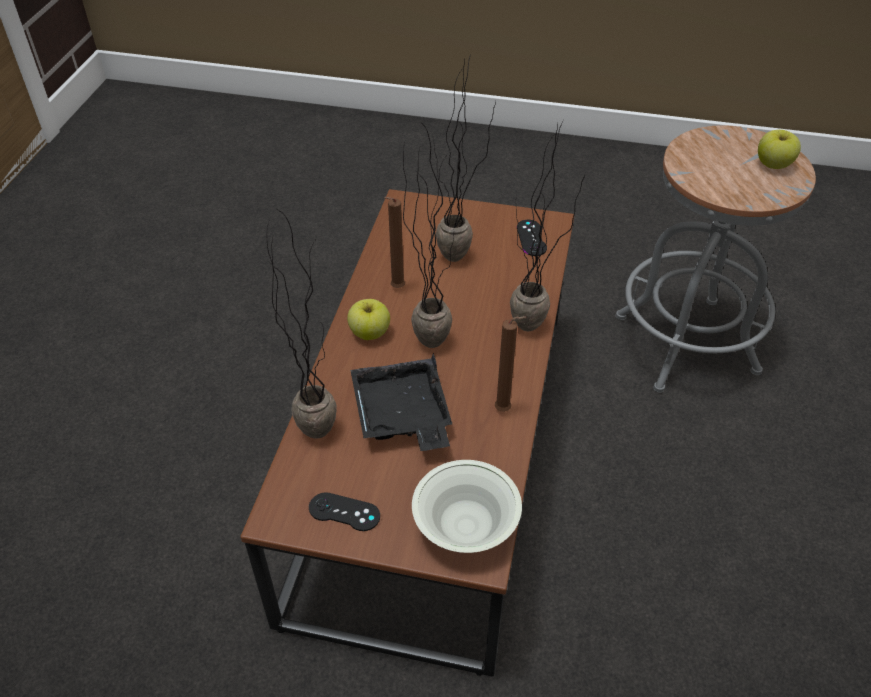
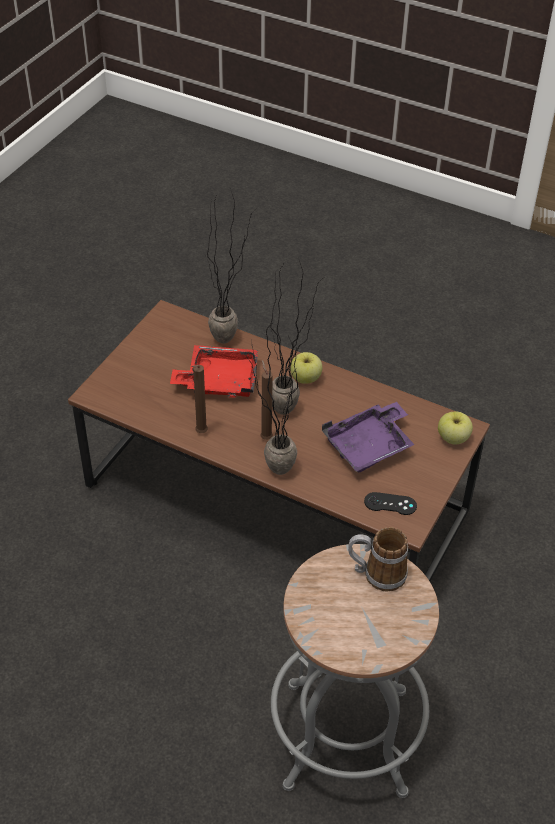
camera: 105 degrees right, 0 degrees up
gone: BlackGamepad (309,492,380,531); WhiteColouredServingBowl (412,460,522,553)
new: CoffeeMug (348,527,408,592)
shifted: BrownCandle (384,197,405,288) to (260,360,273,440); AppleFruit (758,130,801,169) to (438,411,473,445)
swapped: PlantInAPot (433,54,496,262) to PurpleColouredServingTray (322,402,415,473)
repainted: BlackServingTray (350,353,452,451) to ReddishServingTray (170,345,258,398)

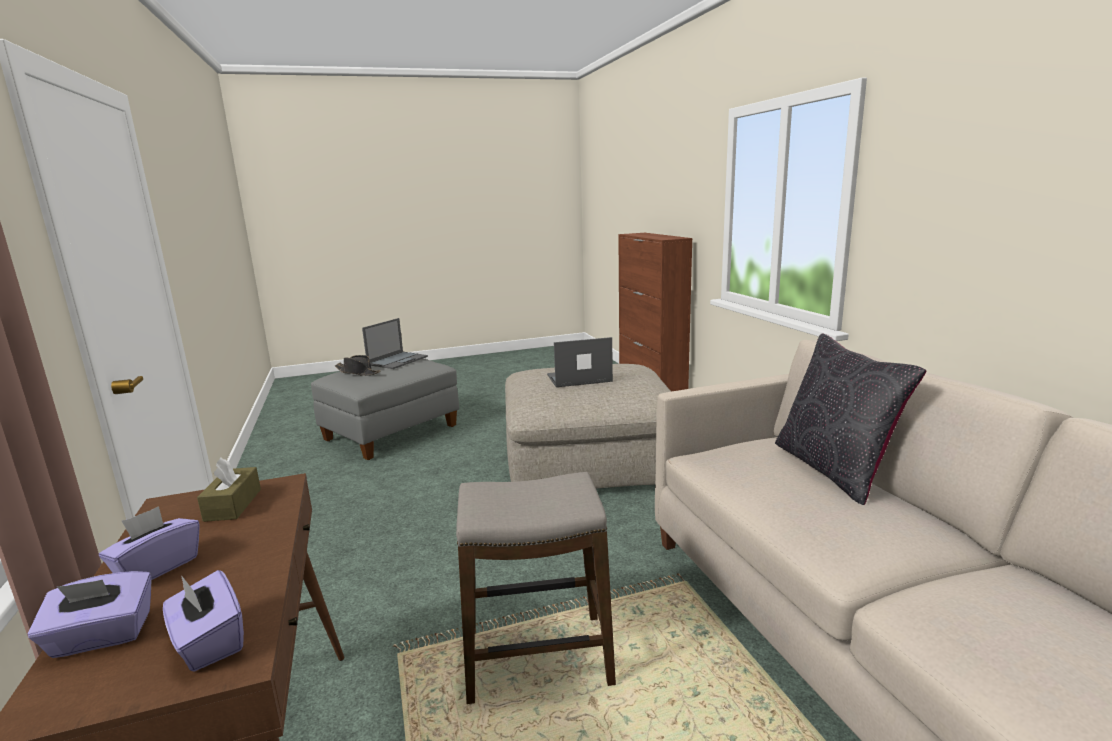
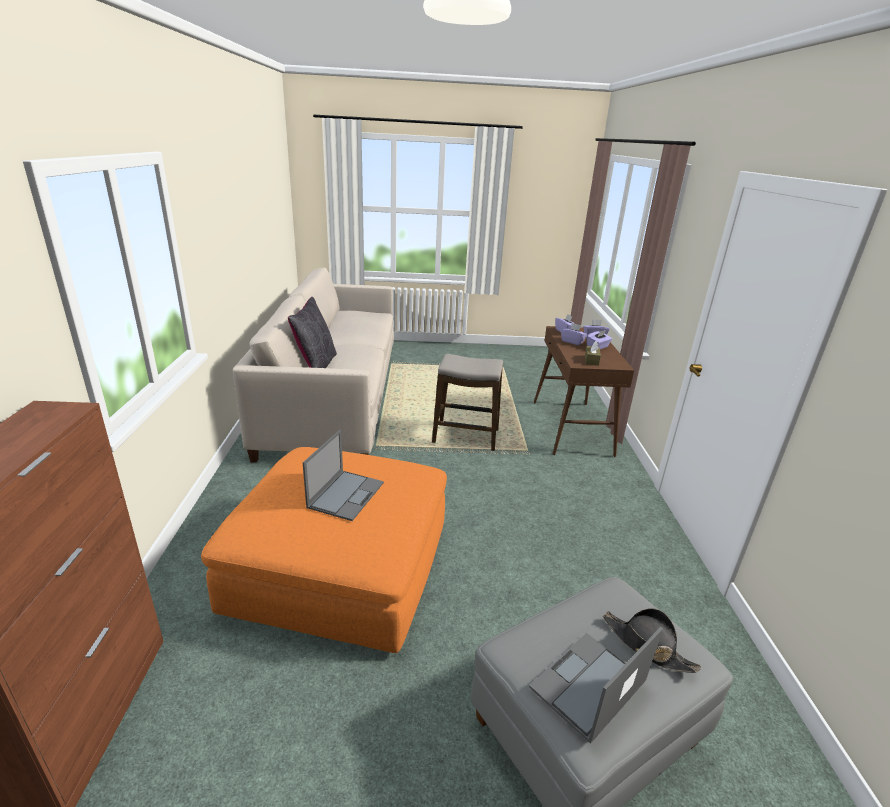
camera: 165 degrees left, 10 degrees up
new: PurpleColouredTissueBox (561,323,587,345)
repainted: SandColouredOttoman (505,364,671,488) to OrangeOttoman (201,447,447,653)
rotated: NotebookComputer (547,337,613,387) = (303,430,384,521) 75 degrees counterclockwise

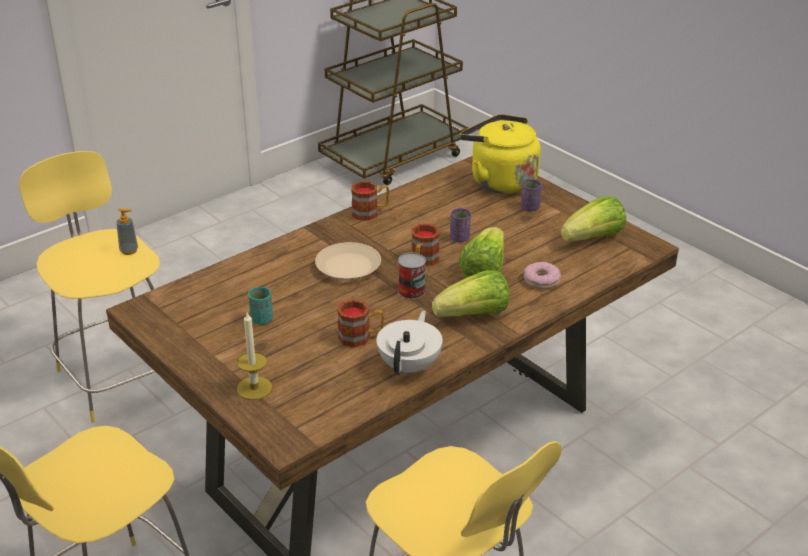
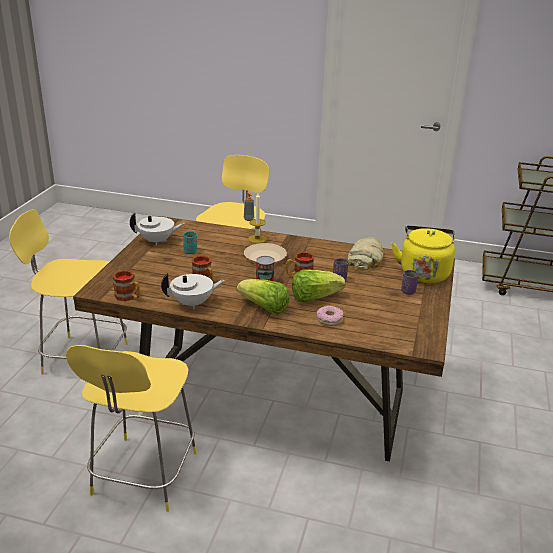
camera: 55 degrees right, 5 degrees down
gone: Lettuce (560,196,626,242)
new: WhiteColouredTeaPot (130,213,185,246); BakeryBread (347,237,384,270)
shifted: Candle (237,312,272,400) to (248,193,267,243); CoffeeMug (351,181,389,220) to (113,270,140,301)

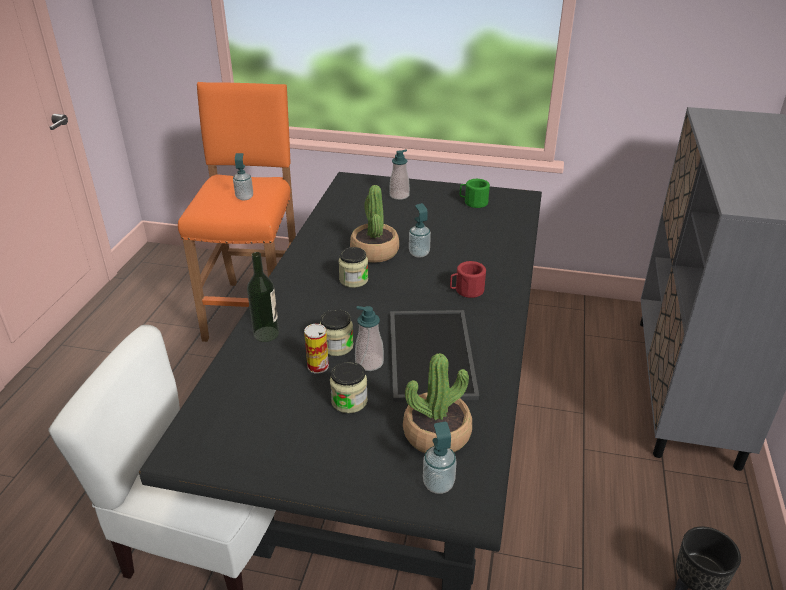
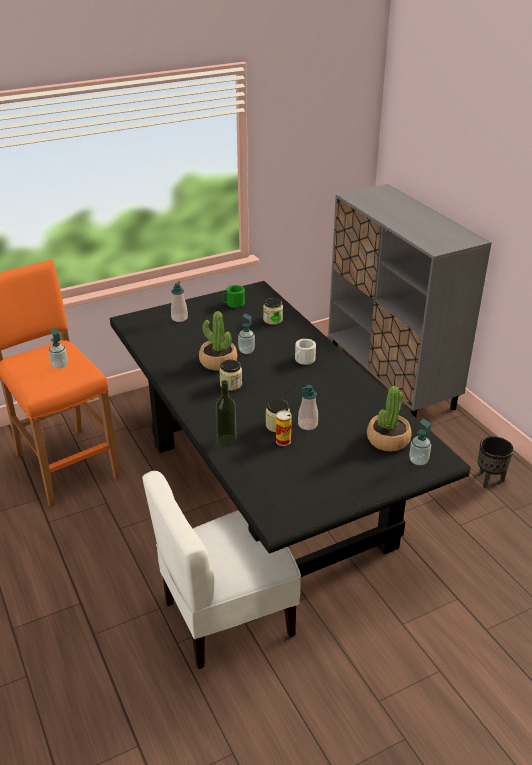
camera: 40 degrees left, 0 degrees up
gone: ServingTray (390,310,479,402)
shifted: StorageJar (330,362,368,413) to (263,298,283,325)
repainted: ReddishCoffeeMug (450,261,486,298) to WhiteColouredCoffeeMug (295,339,316,365)

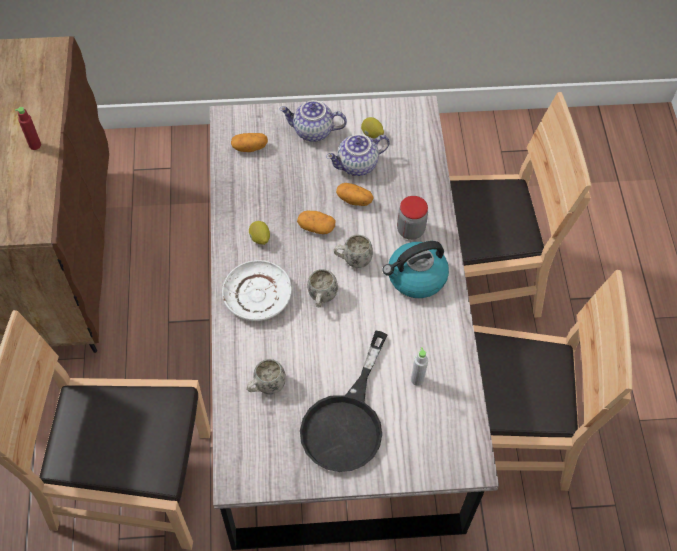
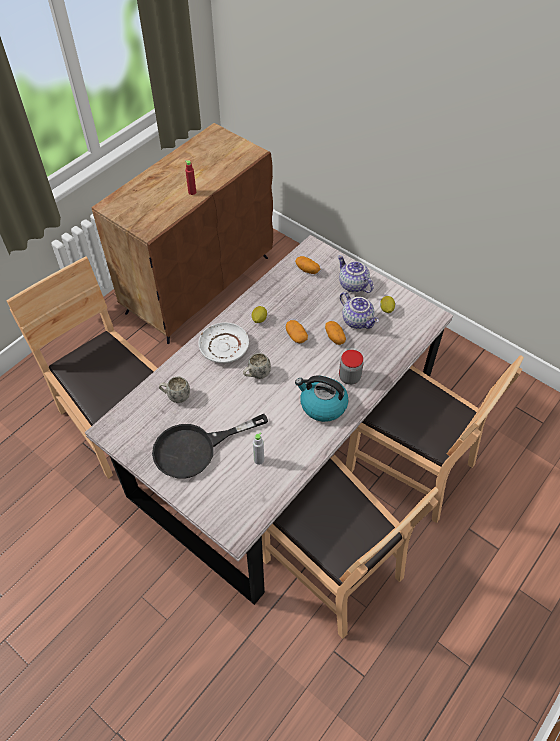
camera: 45 degrees right, 5 degrees down
gone: WhiteColouredCoffeeMug (334,235,373,268)
rotated: TeaPot (326,134,390,176) = (340,292,379,329) 150 degrees counterclockwise

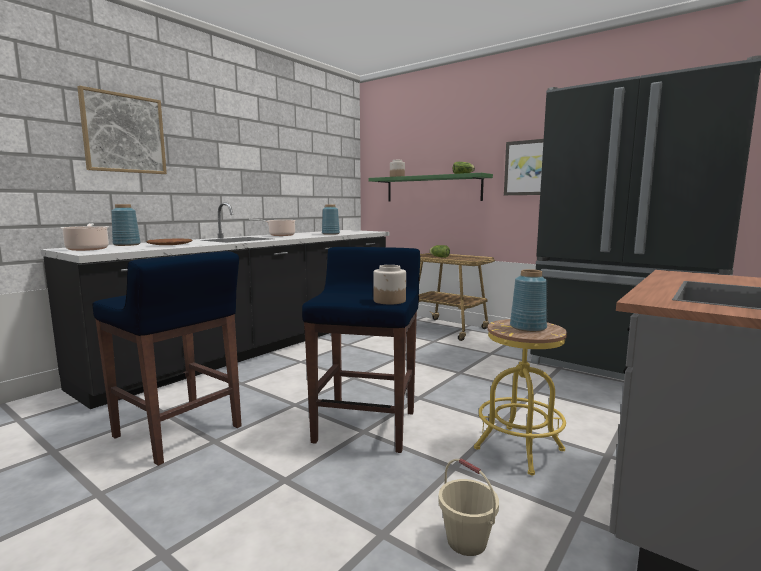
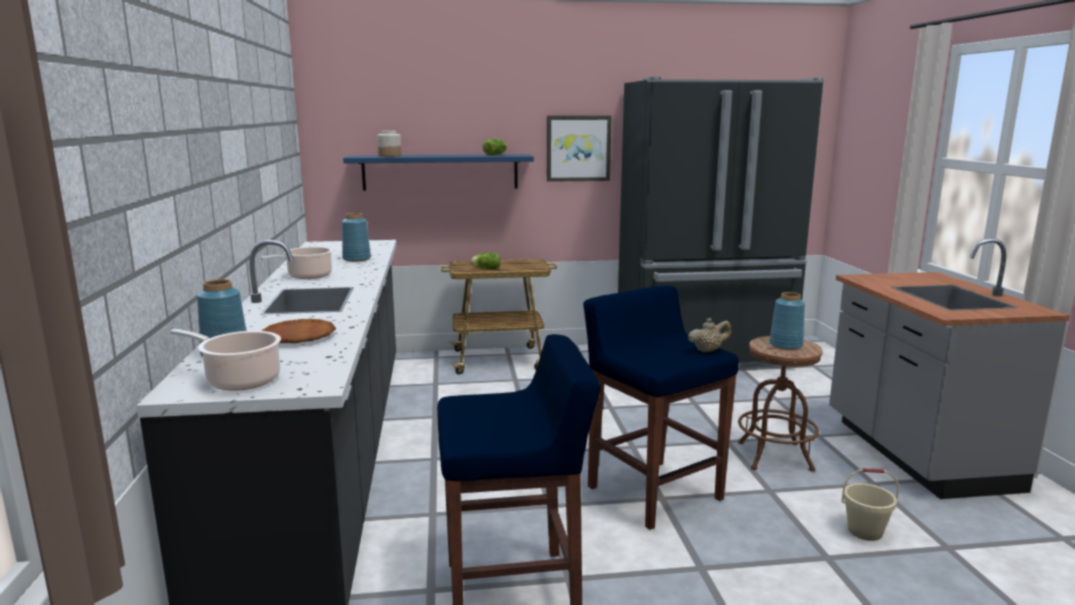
camera: 45 degrees left, 5 degrees up
gone: WallArt (77,86,167,174)
swapped: StorageJar (373,265,406,304) to SandColouredTeaPot (688,318,731,352)
repainted: GreenColouredShelf (368,173,493,202) to BluishShelf (343,154,534,191); YellowStoolSeat (474,319,567,475) to BrownStoolSeat (738,336,823,471)

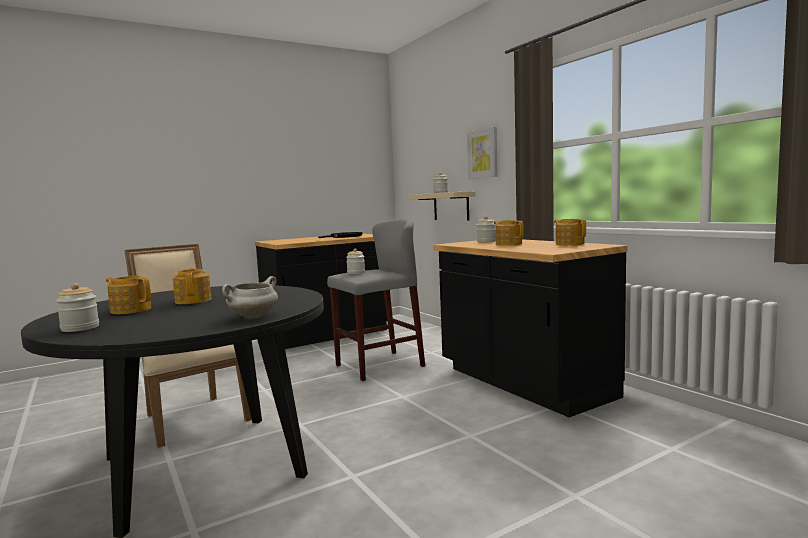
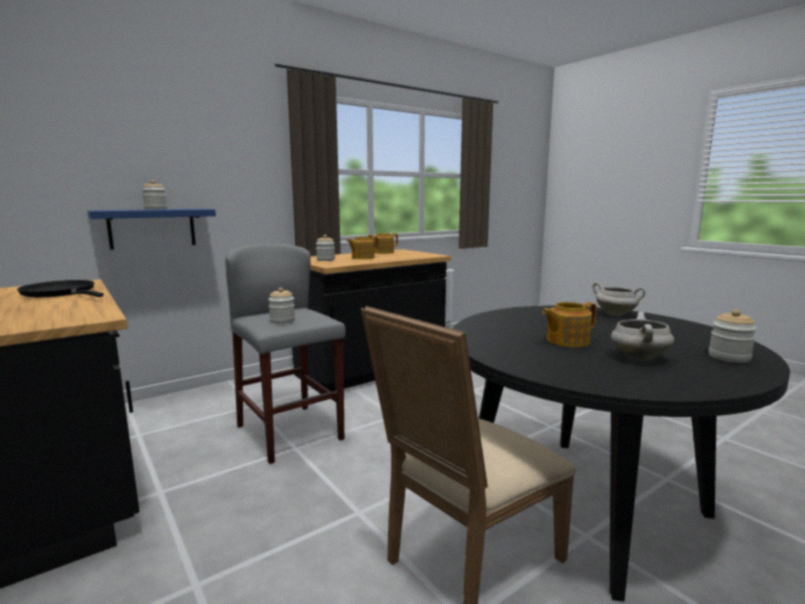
camera: 95 degrees left, 5 degrees up
gone: WallArt (467,126,498,179)
swapped: TeaPot (106,276,151,314) to WhiteColouredSaucepot (611,312,674,360)
repainted: SandColouredShelf (409,191,475,220) to BluishShelf (87,209,216,250)

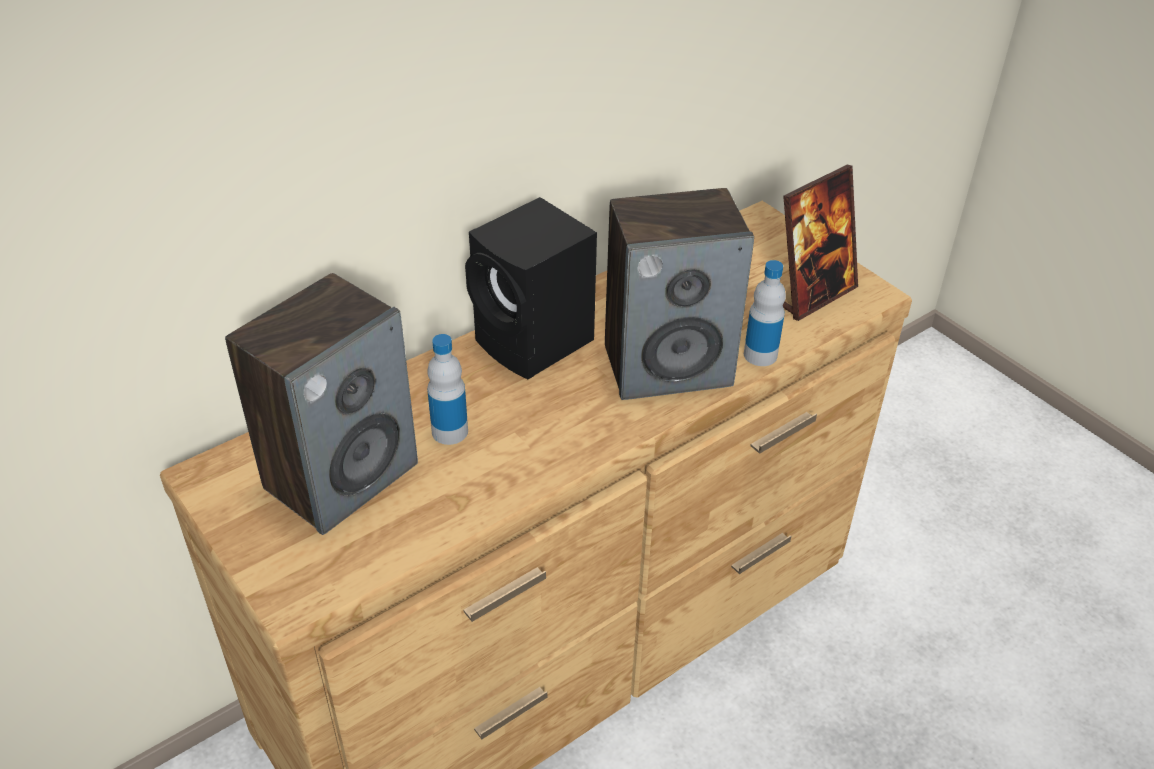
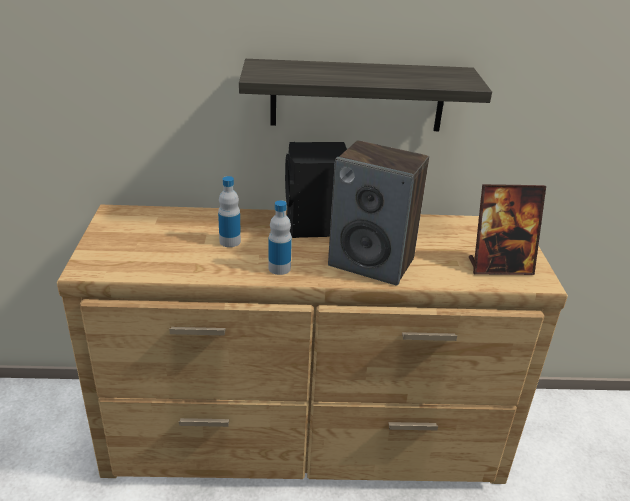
camera: 35 degrees right, 10 degrees down
gone: AudioSpeaker (225,273,418,535)
new: Shelf (239,59,492,131)
shifted: Bottle (744,260,786,366) to (268,200,292,275)

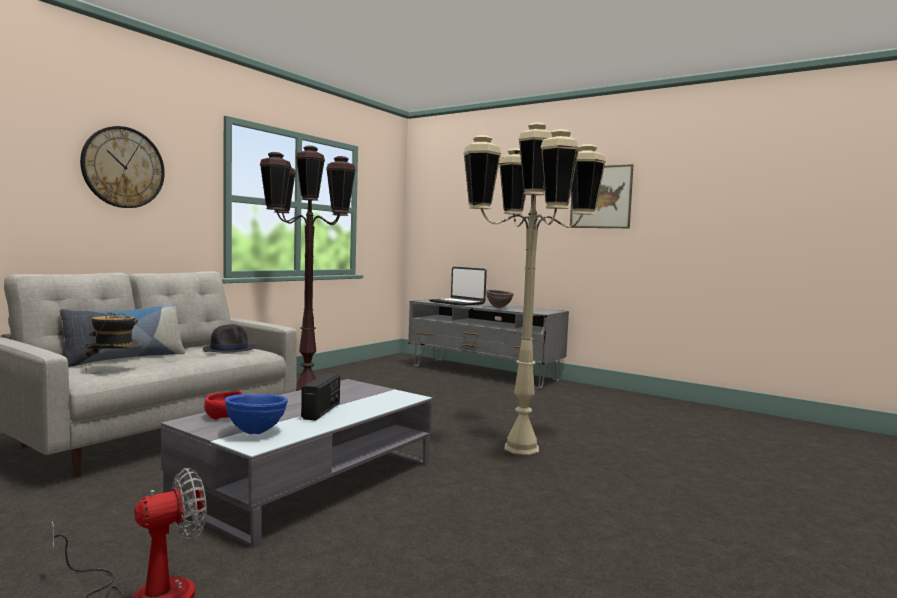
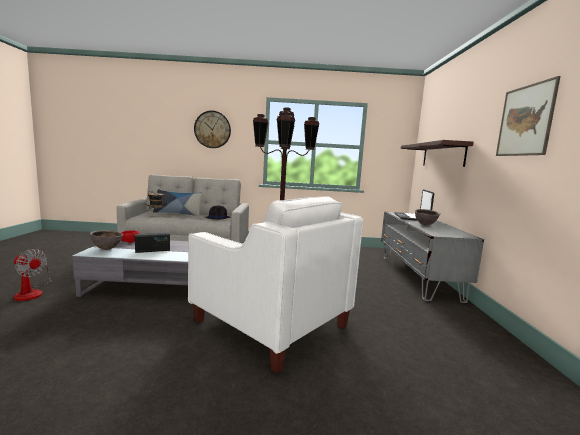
camera: 55 degrees right, 5 degrees up
new: Shelf (401,140,474,167)
swapped: SandColouredFloorLamp (463,122,606,455) to WhiteColouredEasyChair (188,196,363,374)
repainted: BluishServingBowl (225,394,288,434) to BrownServingBowl (90,230,123,250)

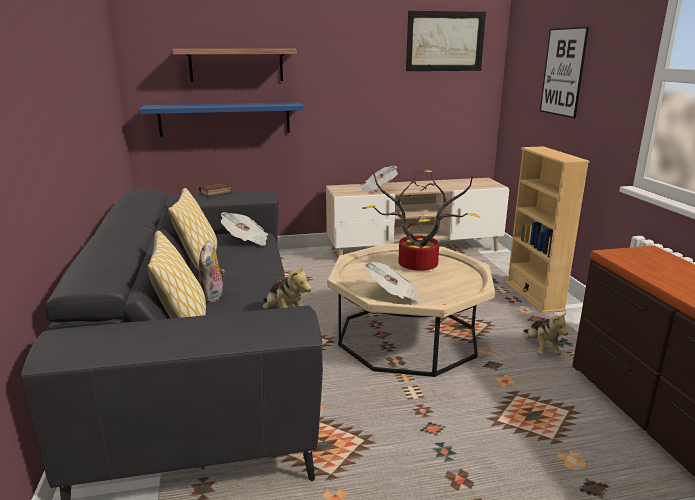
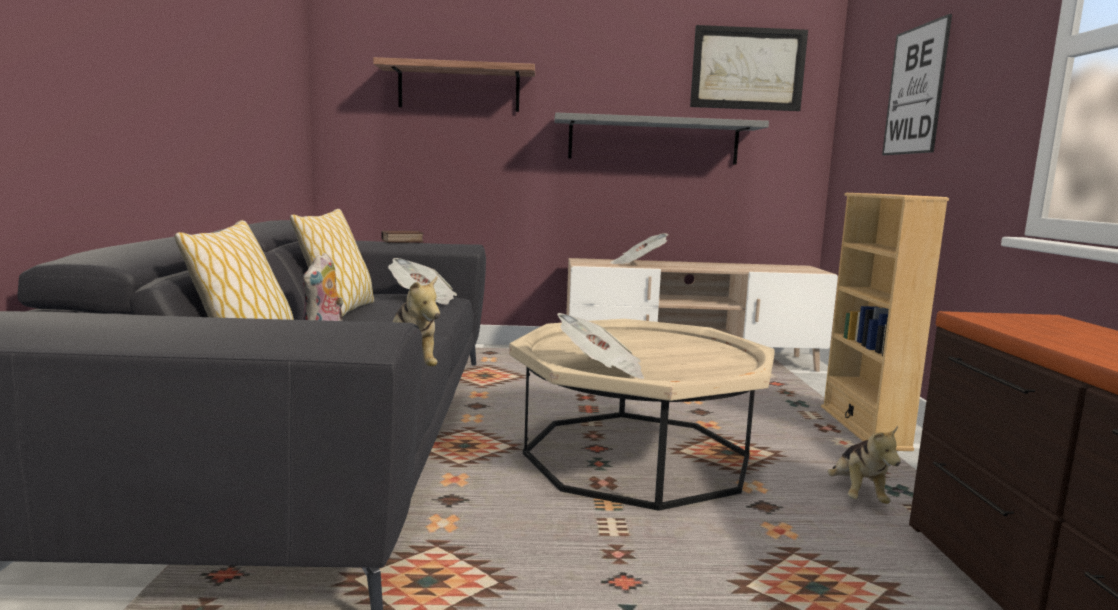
camera: 10 degrees right, 10 degrees down
gone: BluishShelf (139,102,304,137); PlantInAPot (363,170,480,271)
new: GrayShelf (554,112,769,165)

